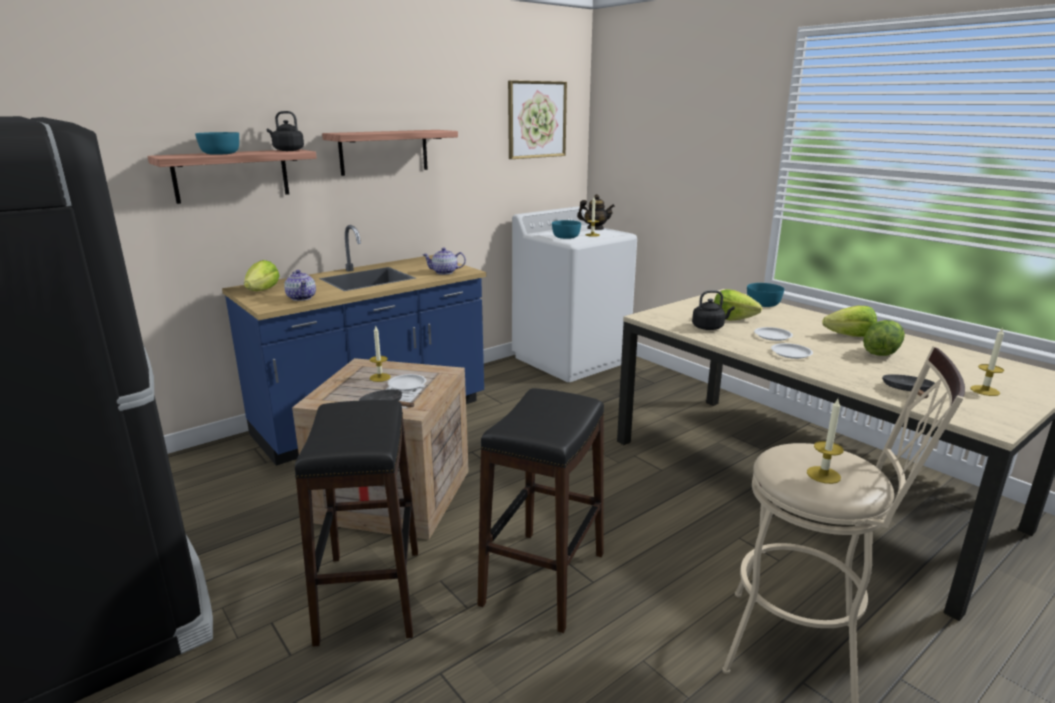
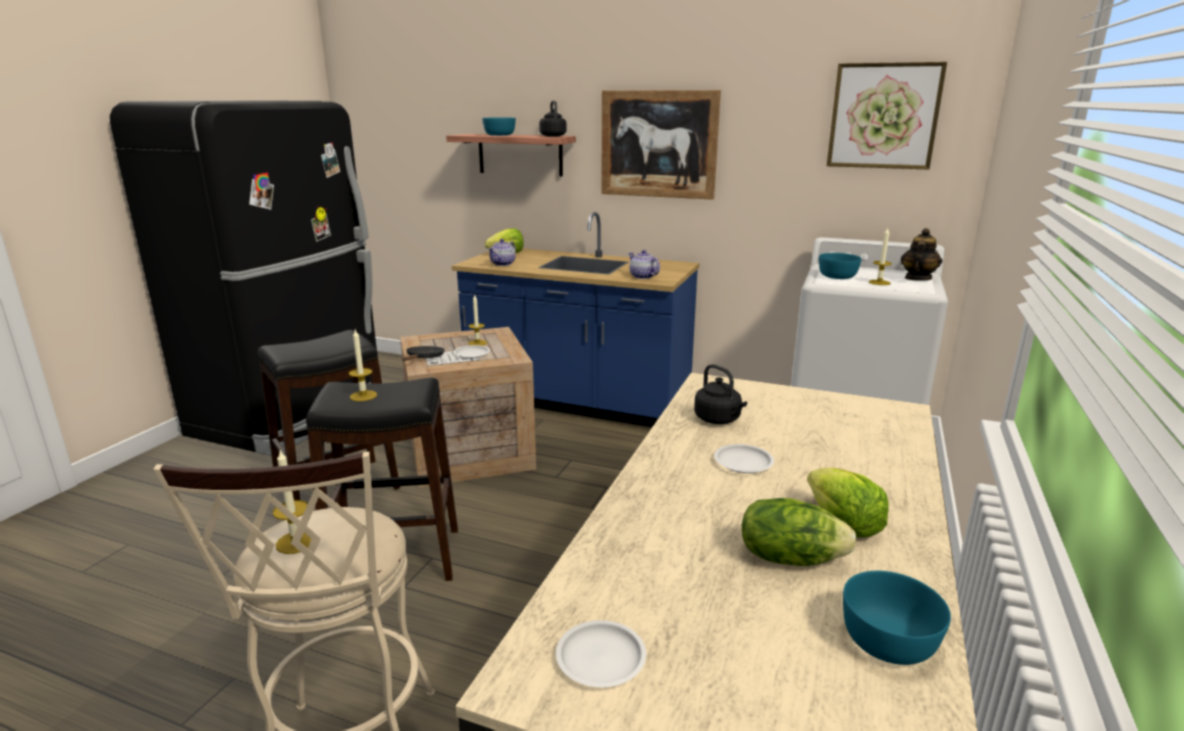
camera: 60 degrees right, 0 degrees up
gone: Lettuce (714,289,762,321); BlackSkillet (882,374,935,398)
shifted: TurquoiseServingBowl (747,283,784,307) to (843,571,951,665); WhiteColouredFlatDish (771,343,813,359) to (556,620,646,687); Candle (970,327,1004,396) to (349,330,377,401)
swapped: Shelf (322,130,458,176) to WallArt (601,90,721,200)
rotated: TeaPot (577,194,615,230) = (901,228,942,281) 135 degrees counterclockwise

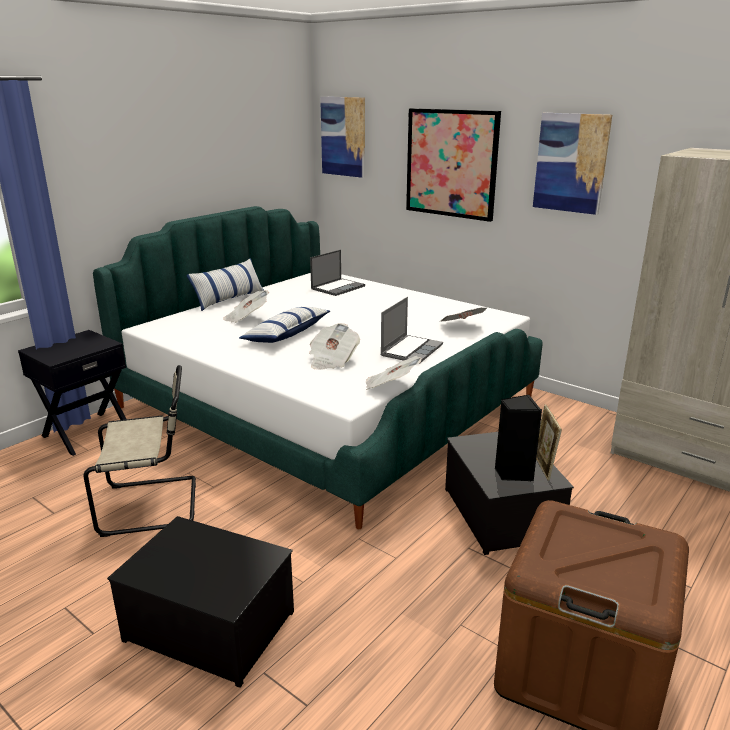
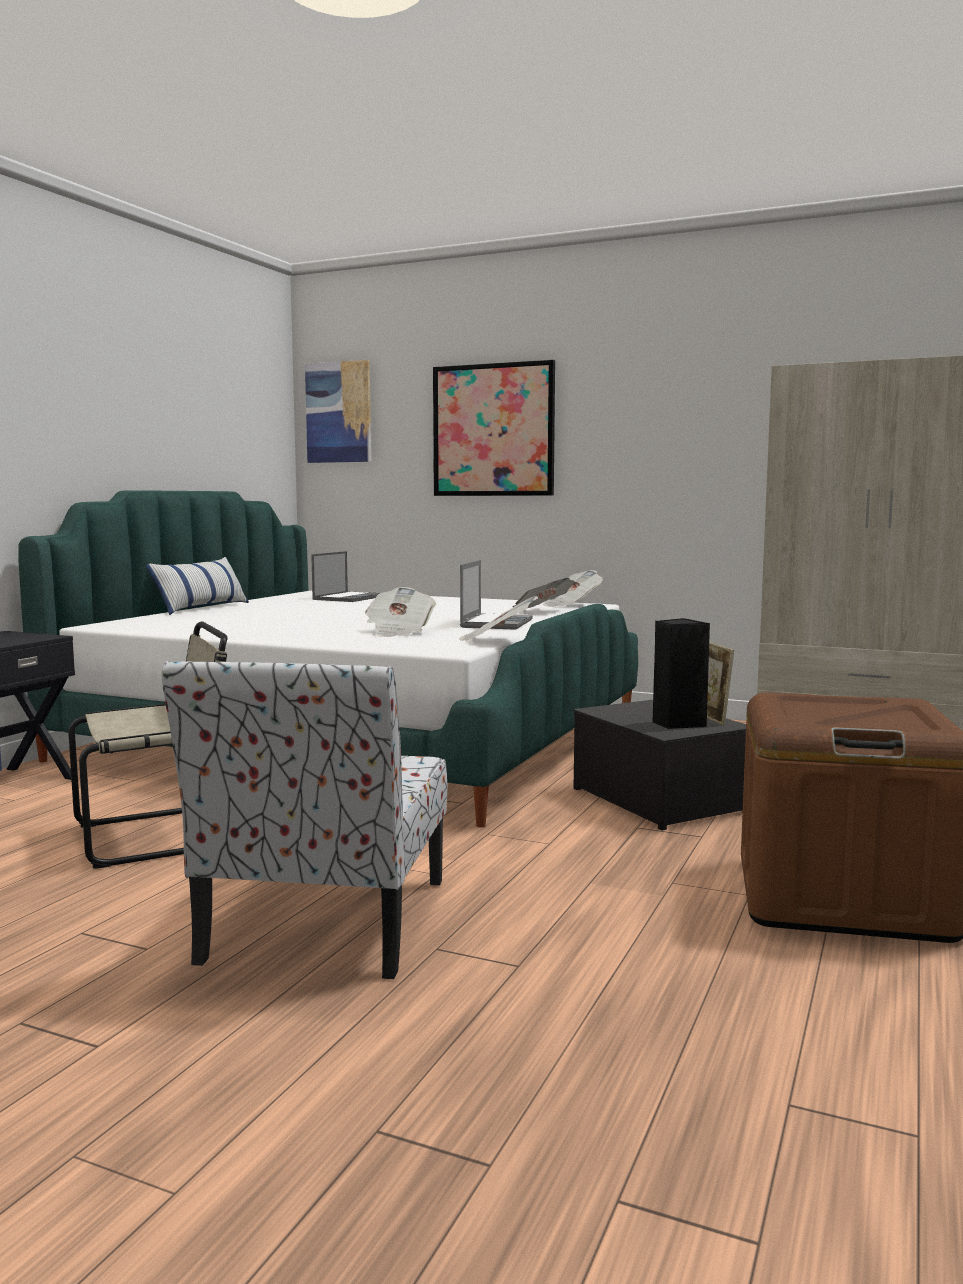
camera: 15 degrees left, 15 degrees down
gone: Pillow (239,307,330,343); WallArt (533,113,612,215)
shifted: DailyPaper (223,290,269,323) to (543,570,603,607)
swapped: StorageBin (107,516,294,688) to UprightChair (161,661,447,979)

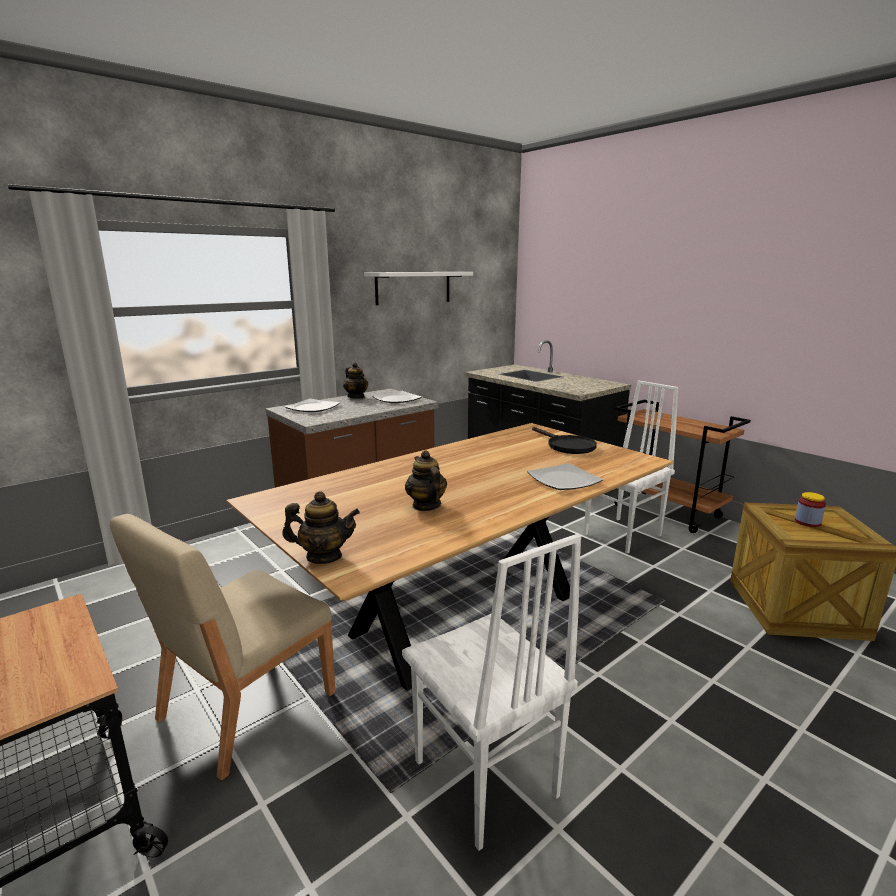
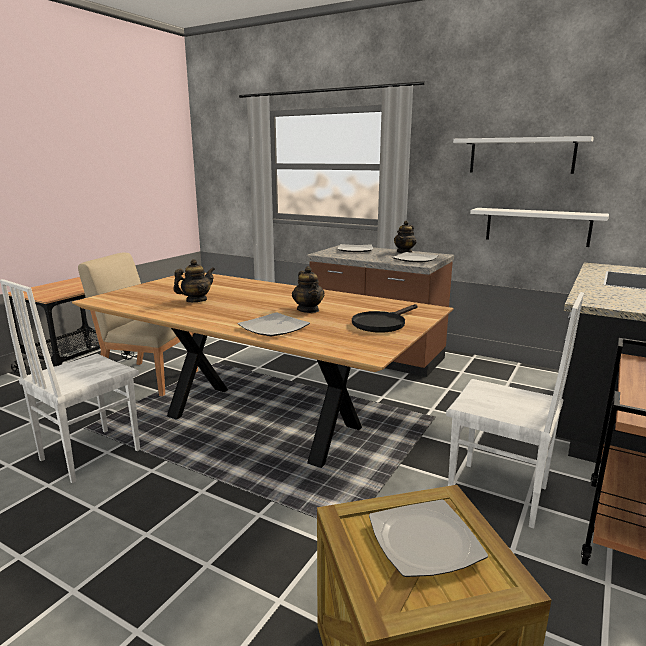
camera: 70 degrees right, 0 degrees up
new: WhiteColouredShelf (470,208,609,247)
shifted: TeaPot (282,491,360,564) to (292,266,325,313)
swapped: StorageJar (795,492,826,527) to FlatDish (369,500,488,577)

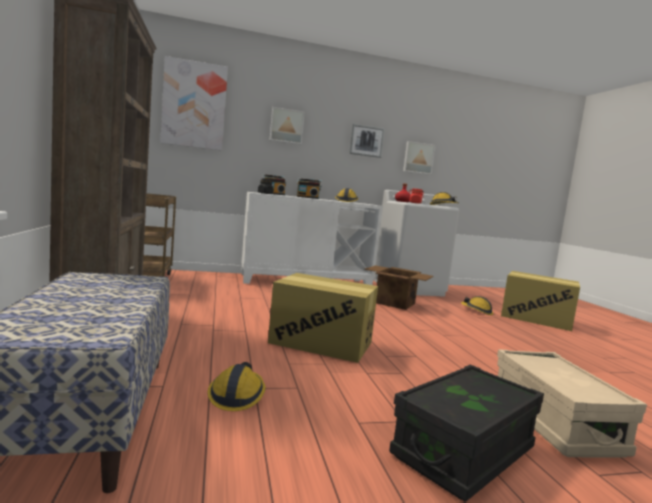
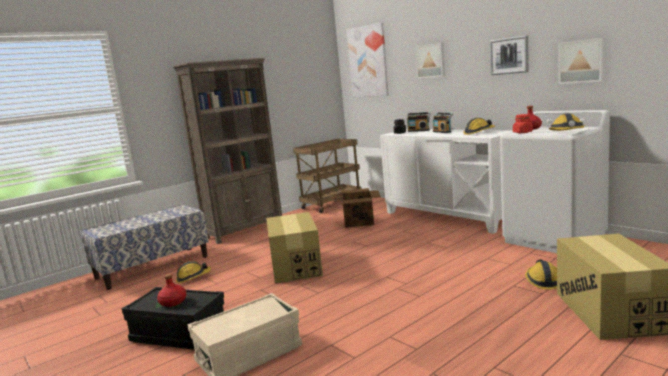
camera: 65 degrees right, 5 degrees up
new: ReddishBottle (157,273,187,307)
shifted: Carton (364,266,434,310) to (334,188,381,228)

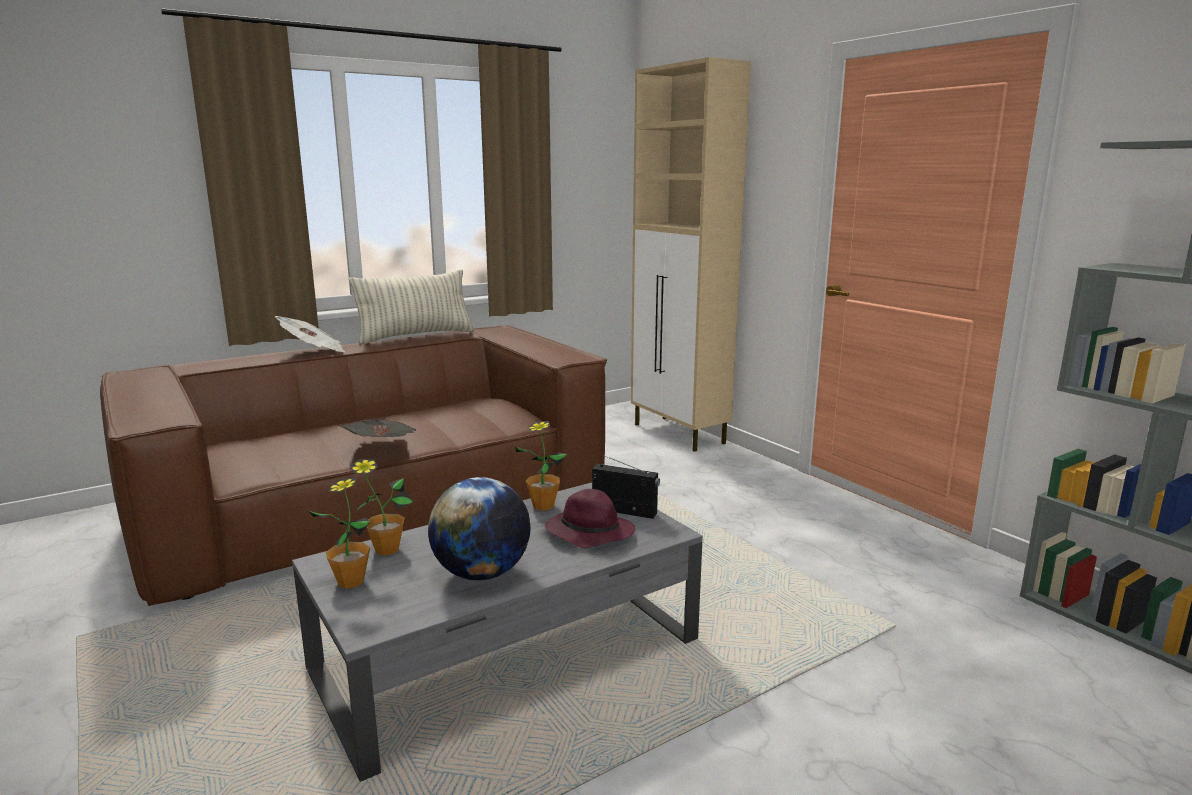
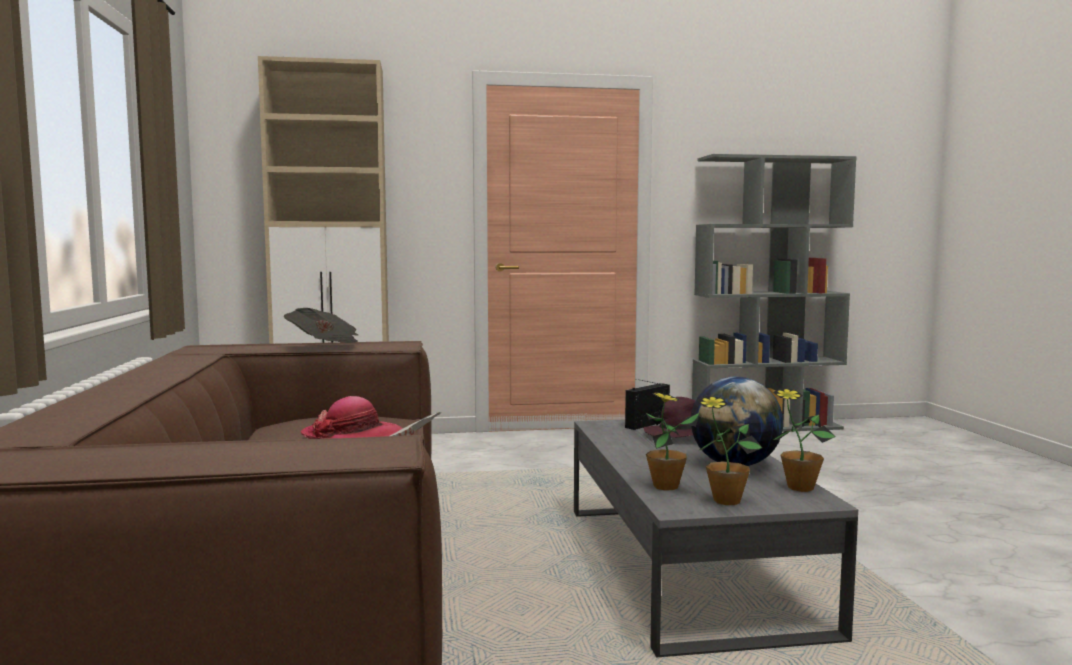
camera: 65 degrees left, 10 degrees down
gone: Pillow (349,270,474,345)
new: Hat (301,396,403,439)
shifted: DailyPaper (275,316,345,352) to (284,308,358,343); PlantInAPot (515,421,567,511) to (773,388,836,492)

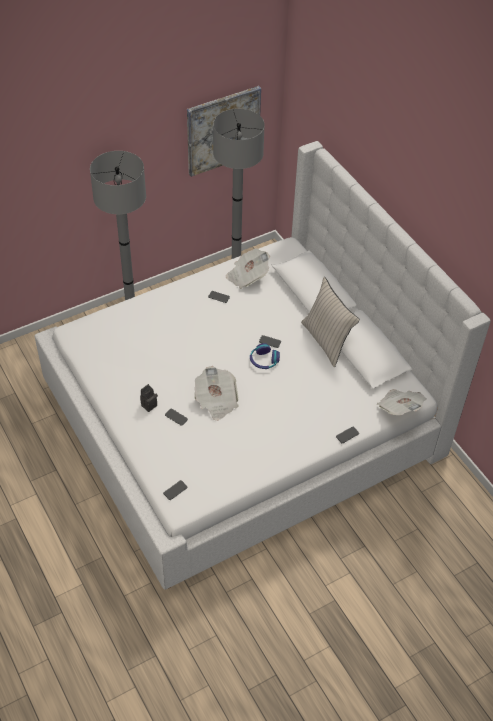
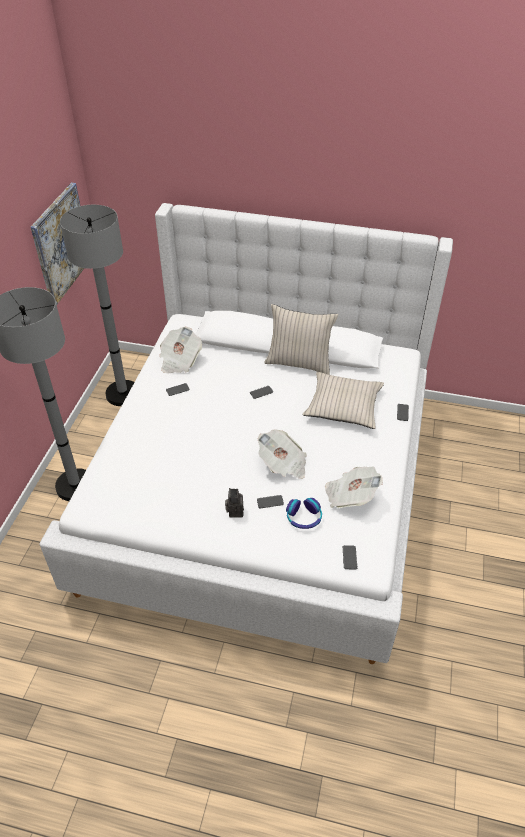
camera: 45 degrees left, 5 degrees down
new: SandColouredPillow (302,372,384,429)
shifted: Headphones (250,343,280,369) to (286,498,322,529); DailyPaper (377,389,427,415) to (325,466,383,508)

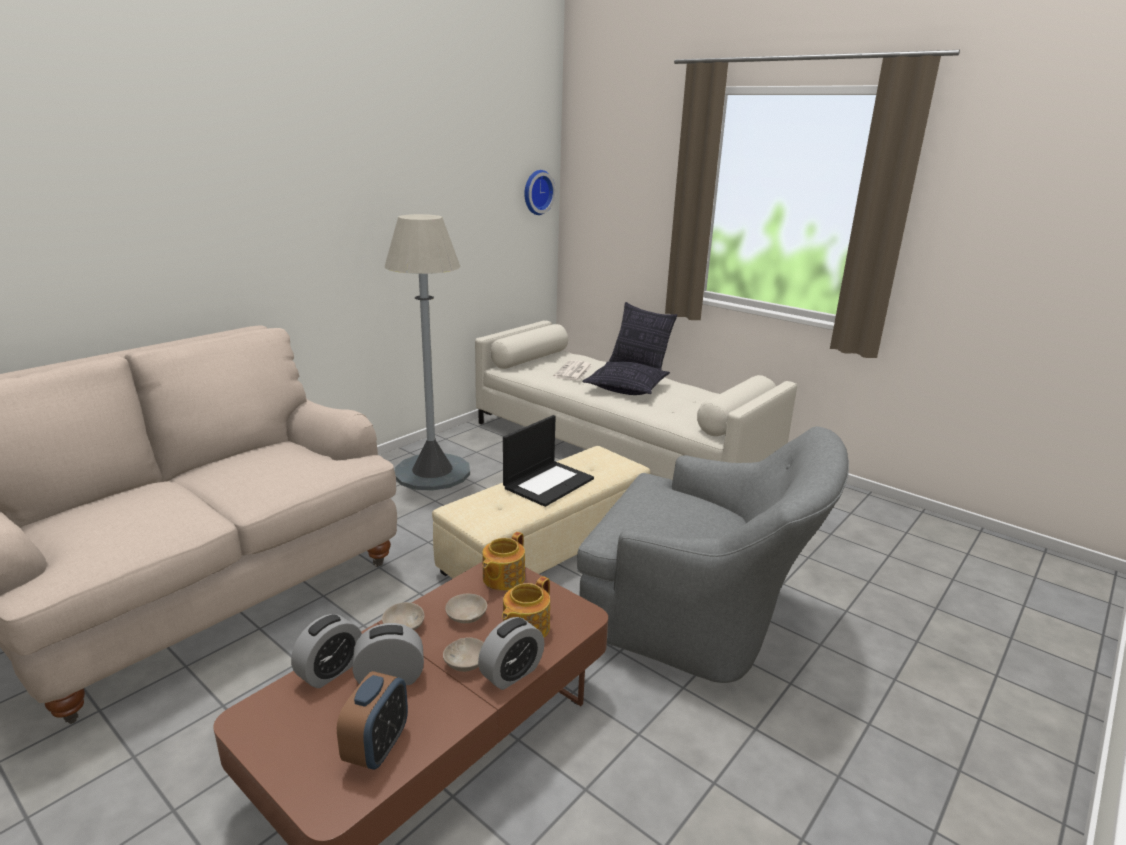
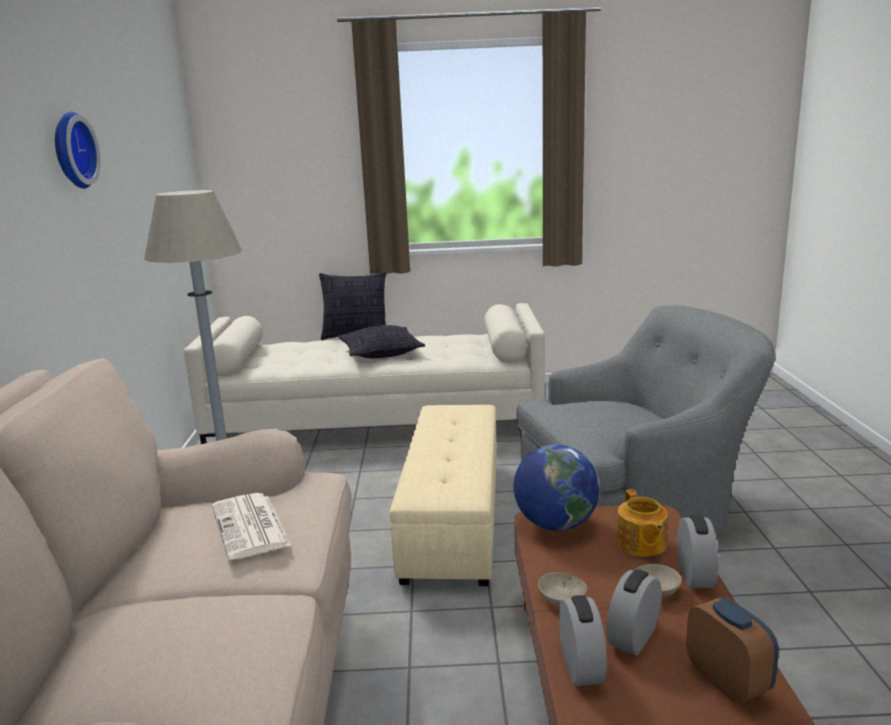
camera: 40 degrees left, 5 degrees down
gone: SandColouredServingBowl (445,594,487,623); NotebookComputer (503,415,594,507)
shifted: HangingClock (524,170,556,215) to (55,111,101,189); DailyPaper (554,360,592,381) to (212,493,291,560)
swapped: TeaPot (482,532,525,591) to DeskGlobe (514,444,600,531)

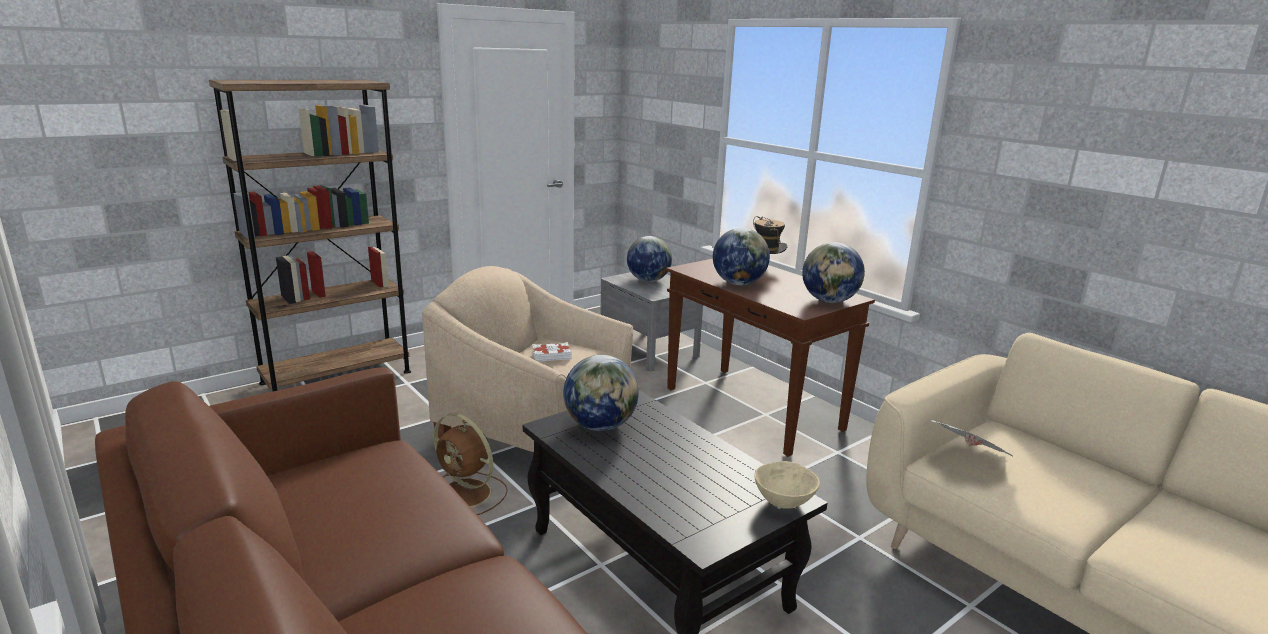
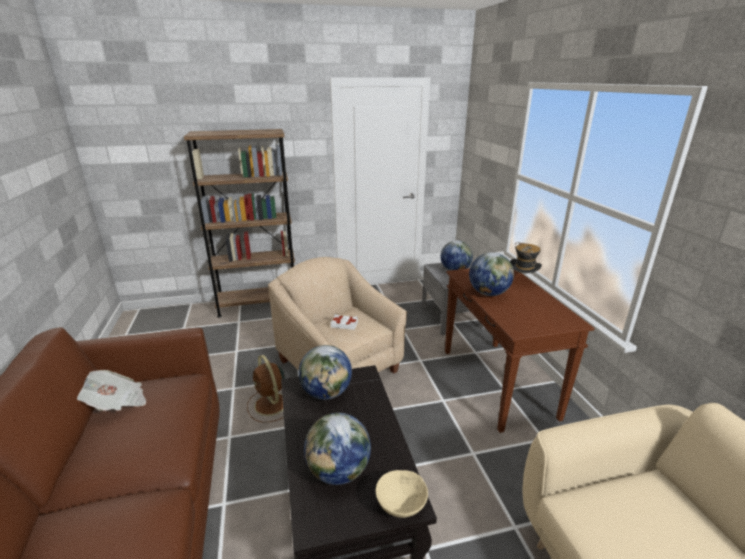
camera: 25 degrees right, 5 degrees up
shifted: DeskGlobe (802,242,865,303) to (304,413,371,485); DailyPaper (930,419,1014,457) to (77,370,146,411)

